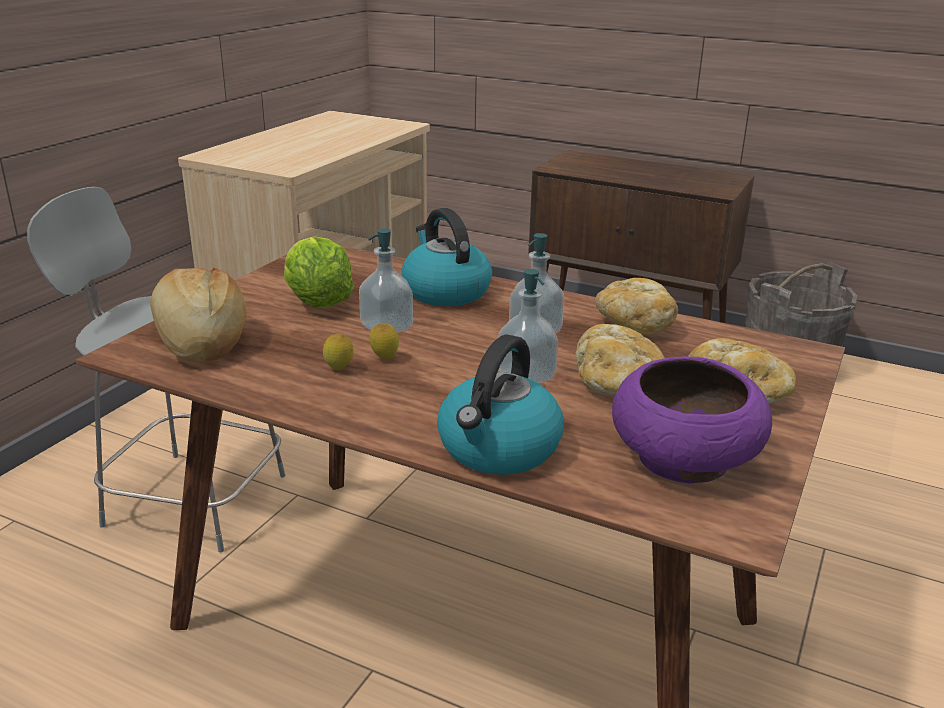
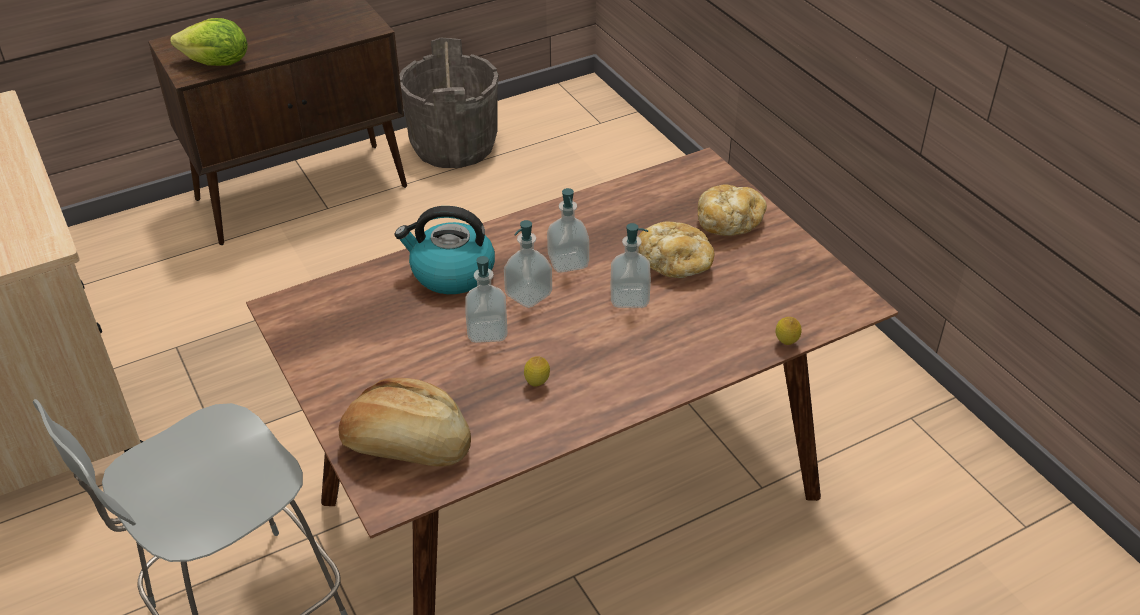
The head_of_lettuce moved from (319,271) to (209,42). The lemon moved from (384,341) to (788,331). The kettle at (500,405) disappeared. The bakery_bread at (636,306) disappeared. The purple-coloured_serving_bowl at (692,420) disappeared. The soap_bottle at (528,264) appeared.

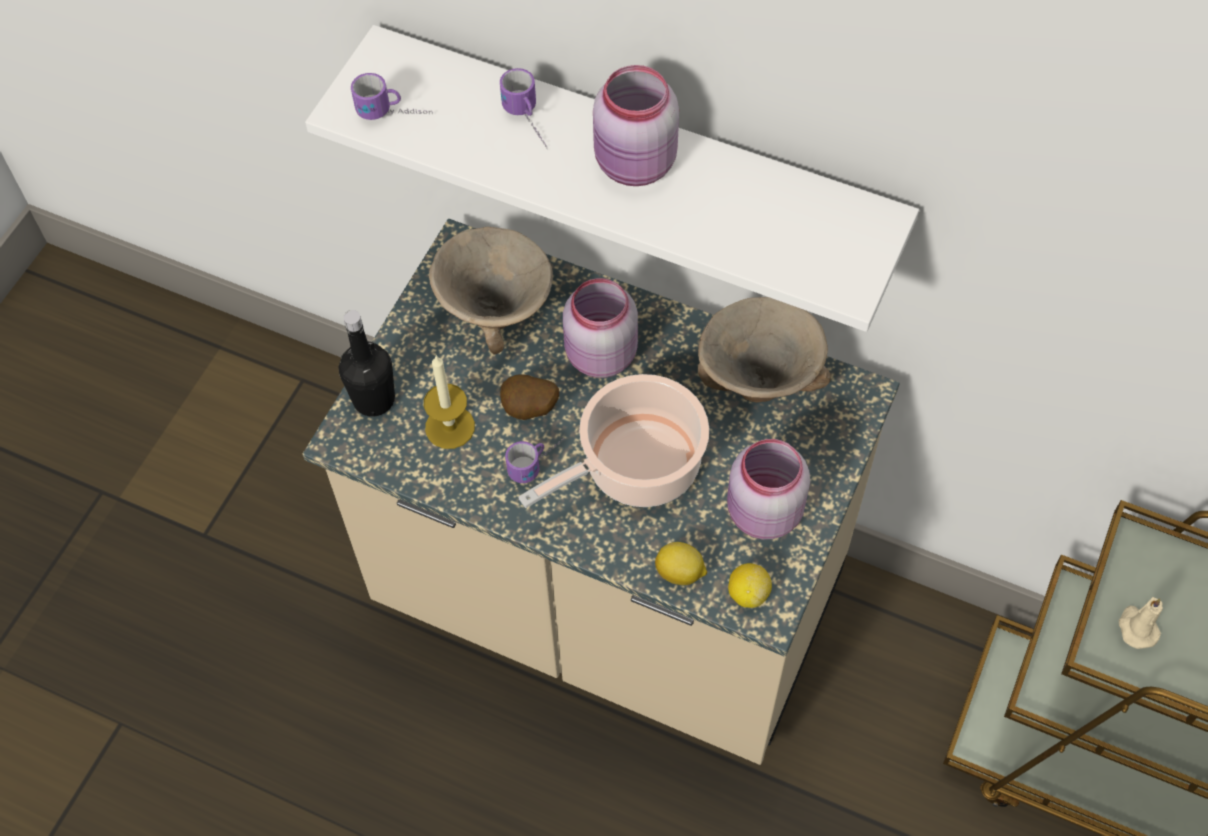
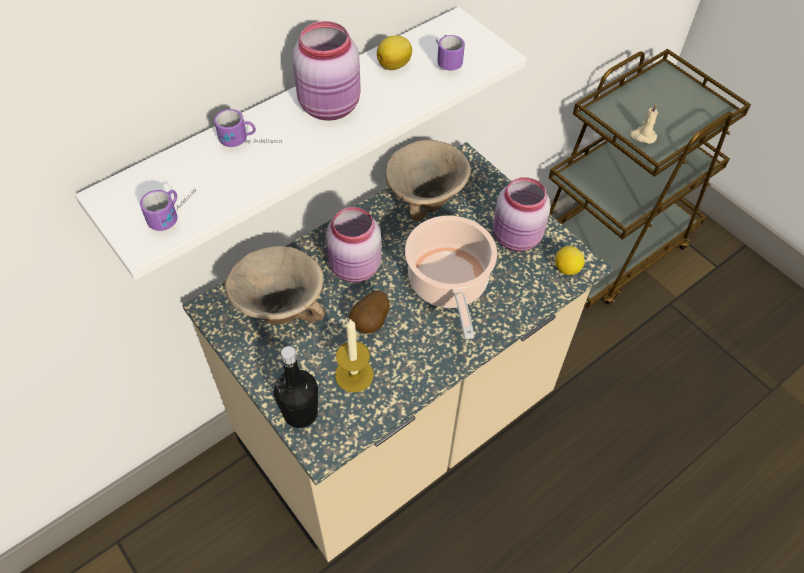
The mug moved from (534,460) to (450,53). The lemon moved from (681,563) to (394,52).

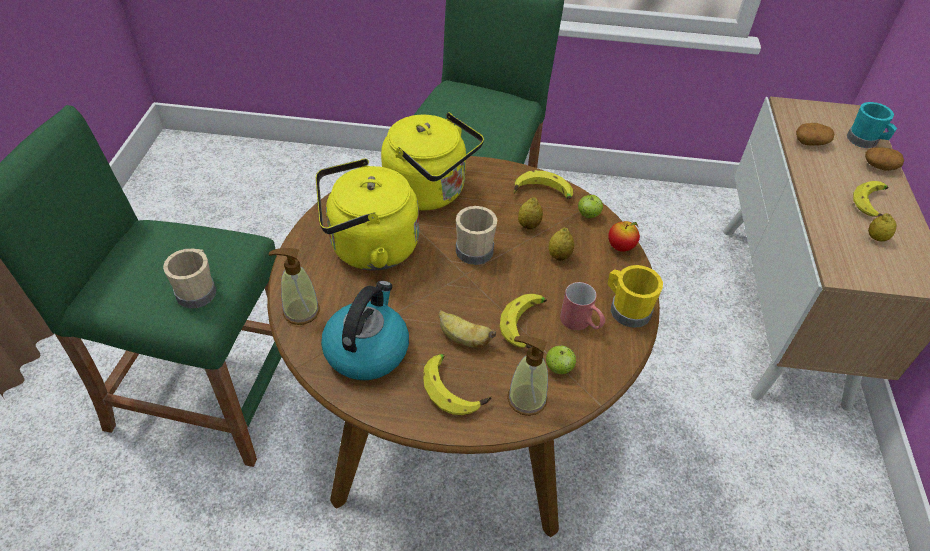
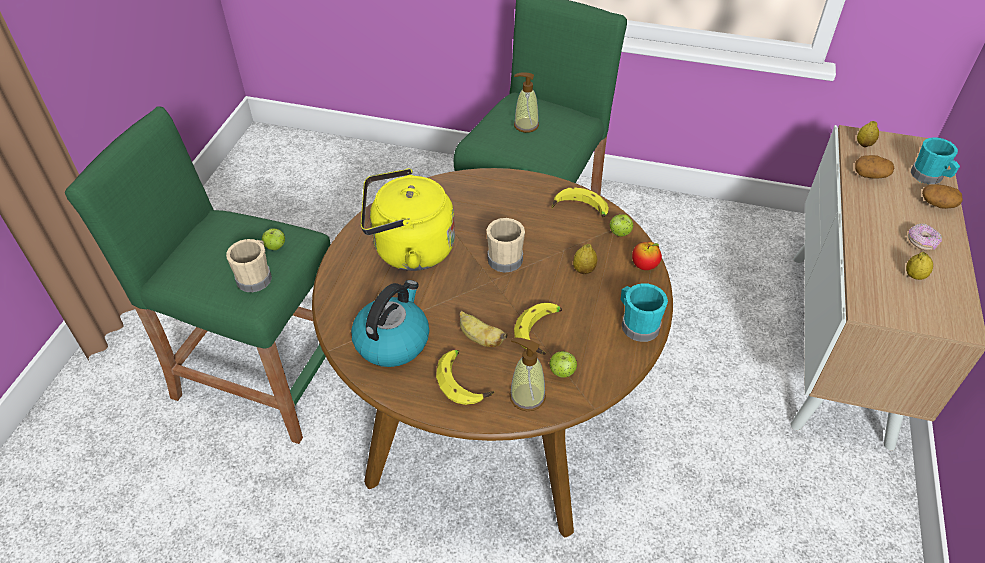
The soap_bottle moved from (294,286) to (526,103). The yellowish_kettle at (432,161) disappeared. The lemon moved from (530,213) to (868,134). The red_mug at (582,306) disappeared. The yellowish_mug at (635,296) became the turquoise_mug at (644,312). The whole_banana at (870,199) was replaced by the ring_doughnut at (925,236). The whole_apple at (273,239) appeared.

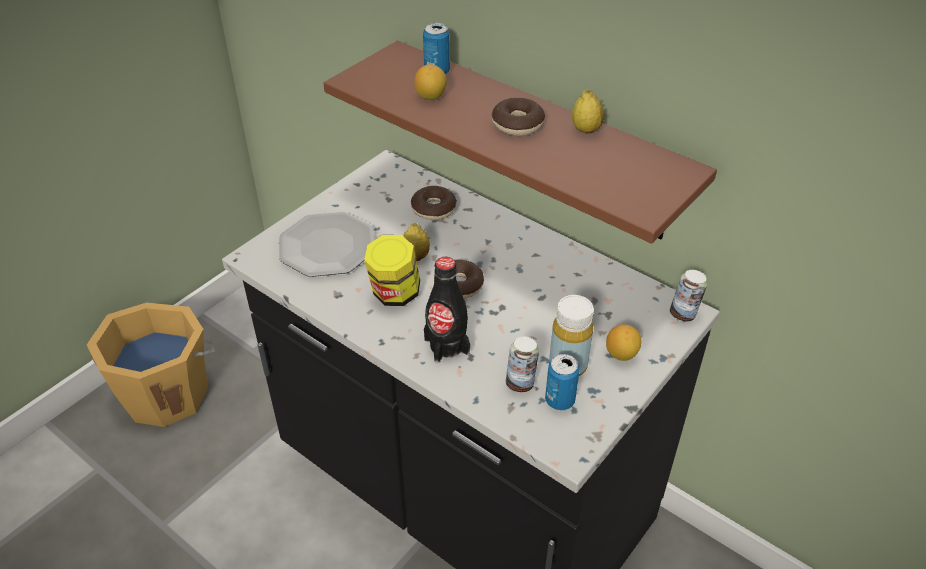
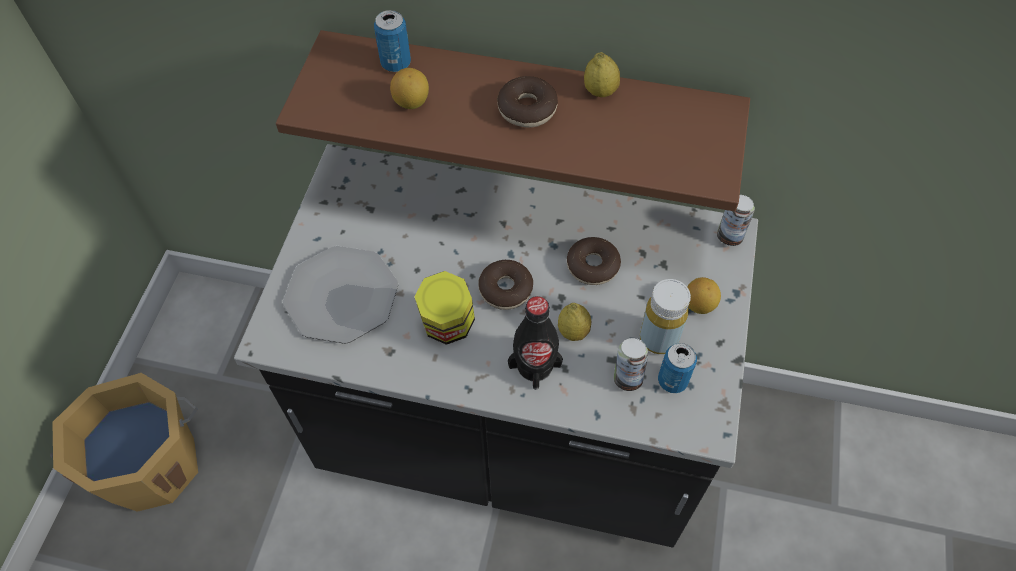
The lemon moved from (416,242) to (574,322). The ring_doughnut moved from (434,203) to (594,261).

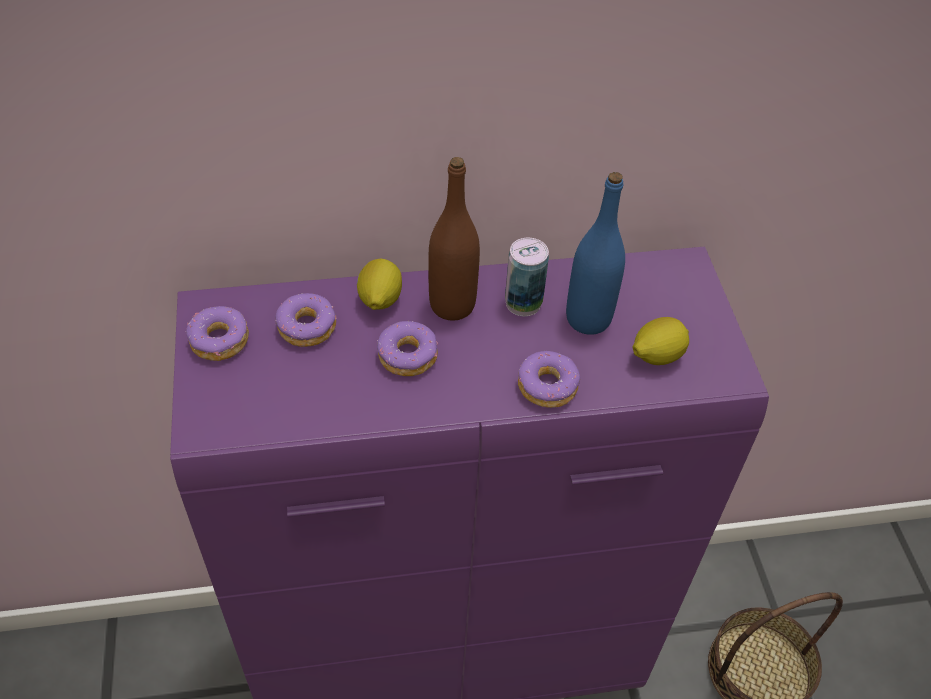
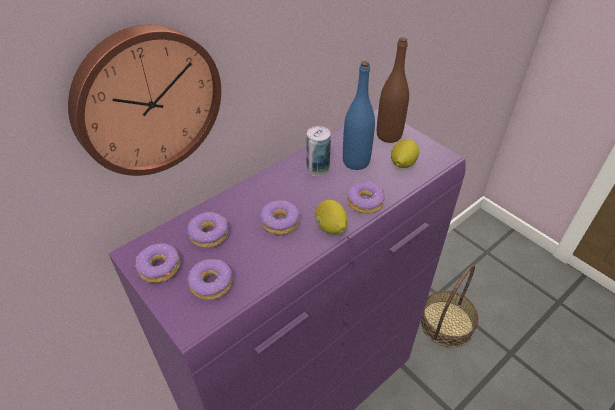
The lemon moved from (379,284) to (331,217). The brown-coloured_drink_bottle moved from (454,239) to (393,90). The hanging_clock at (144,100) appeared. The ring_doughnut at (210,279) appeared.

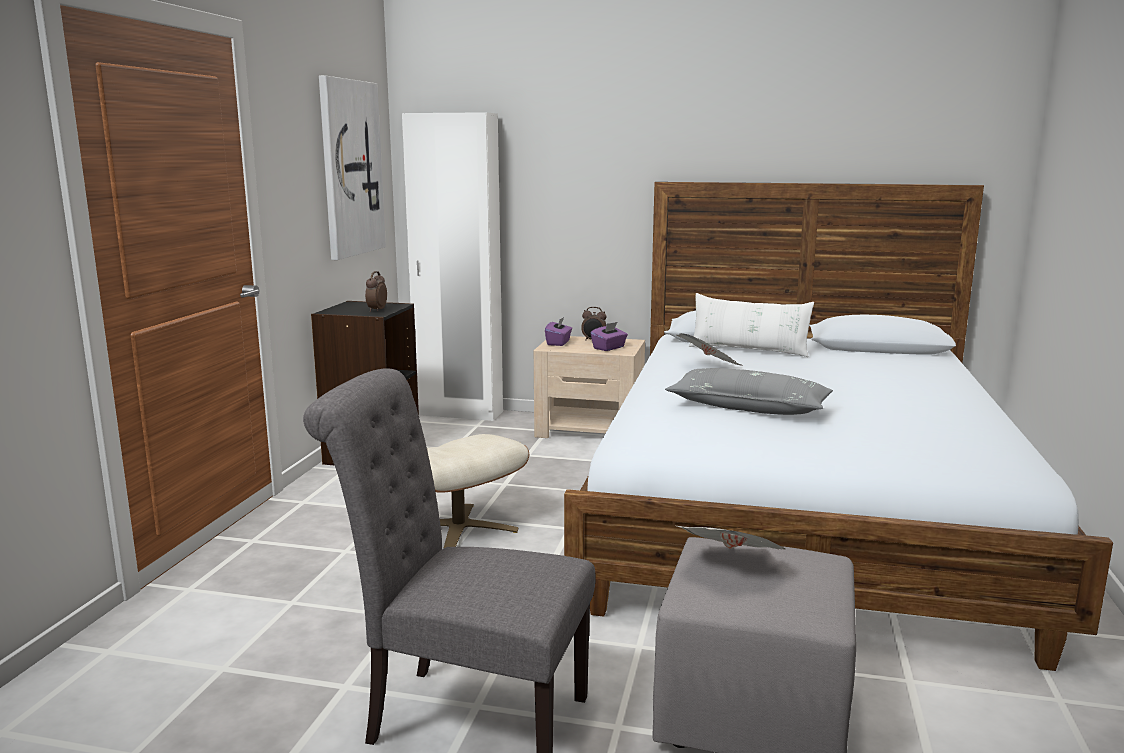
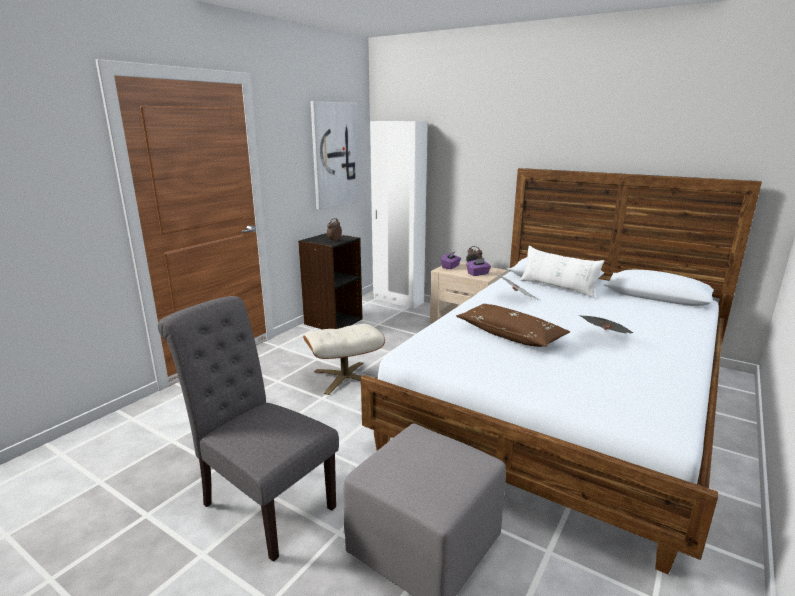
The grey_cushion at (749,391) became the brown-coloured_cushion at (513,325). The newspaper moved from (731,538) to (606,324).

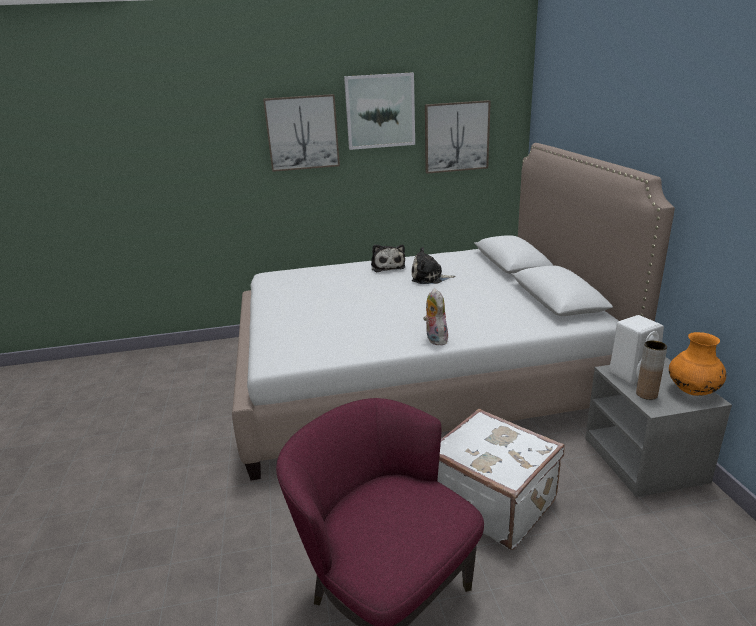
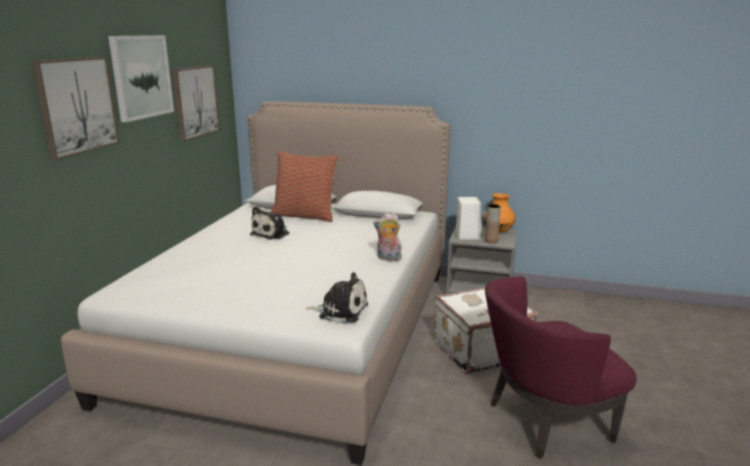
The plush_toy moved from (388,258) to (337,297). The cushion at (305,186) appeared.

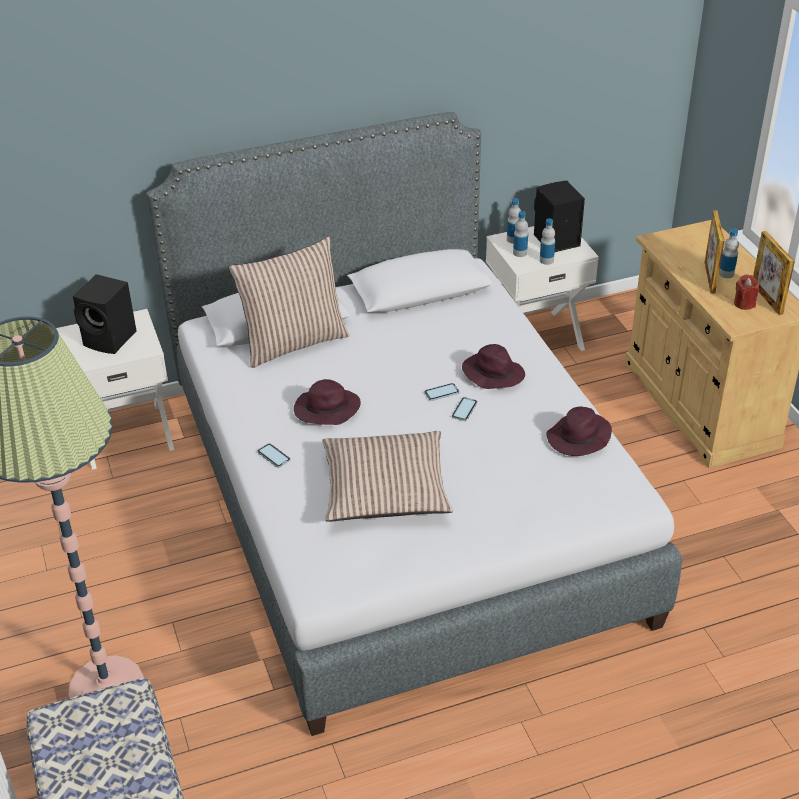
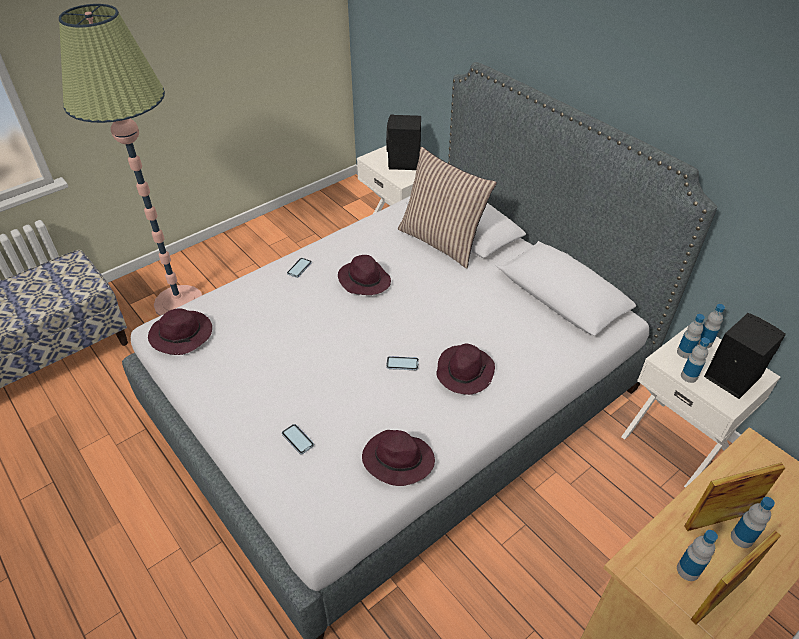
The cushion at (387,476) disappeared. The phone moved from (442,392) to (298,439). The red_wax_light at (746,292) was replaced by the drink_bottle at (697,555). The purple-coloured_wearable_hat at (180,331) appeared.

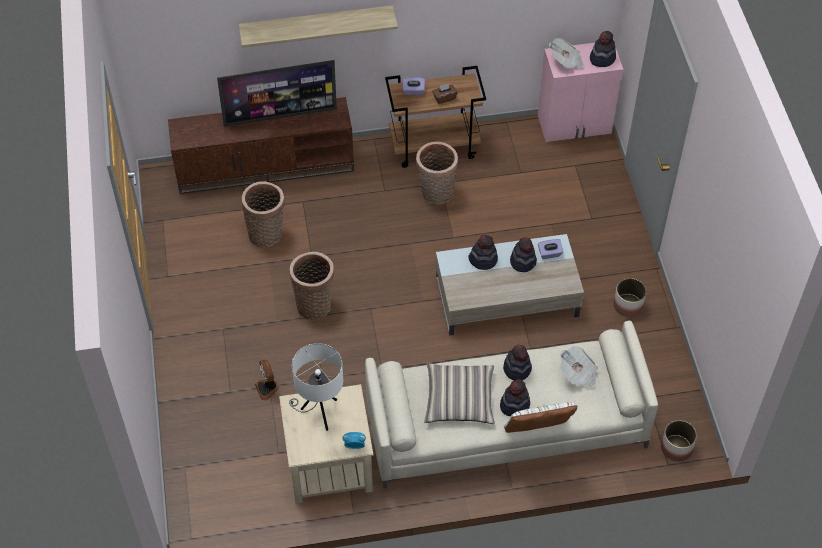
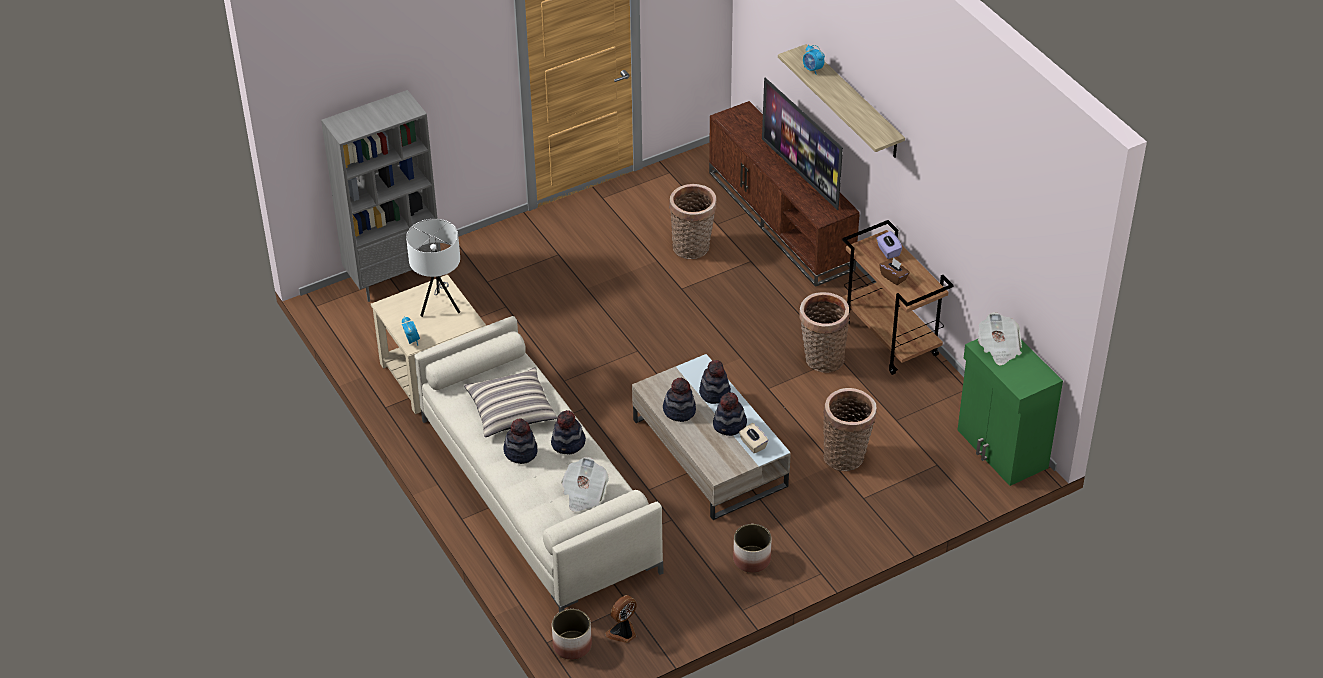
The electric_fan moved from (267,380) to (621,619). The household_basket moved from (312,286) to (850,429). The whitish_cushion at (540,417) disappeared. The pink-coloured_storage_cabinet at (580,92) became the greenish_storage_cabinet at (1010,412). The purple-coloured_tissue_holder at (550,249) became the sand-coloured_tissue_holder at (753,438). The wearable_hat moved from (603,49) to (679,400). The grey_shelving_unit at (381,196) appeared. The bedside_clock at (814,60) appeared.

